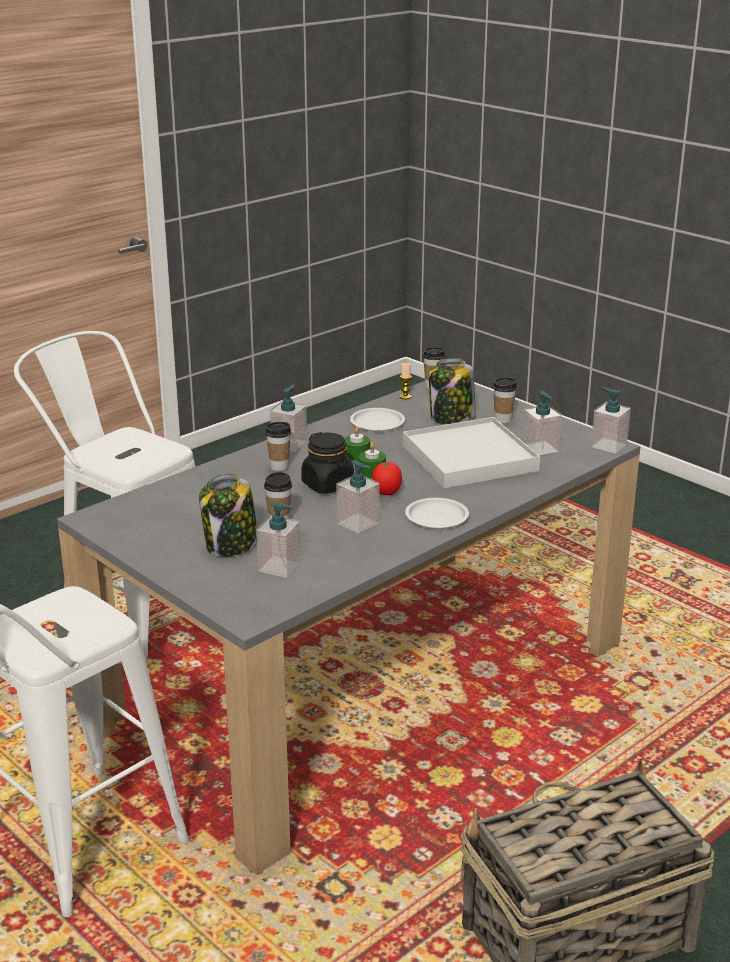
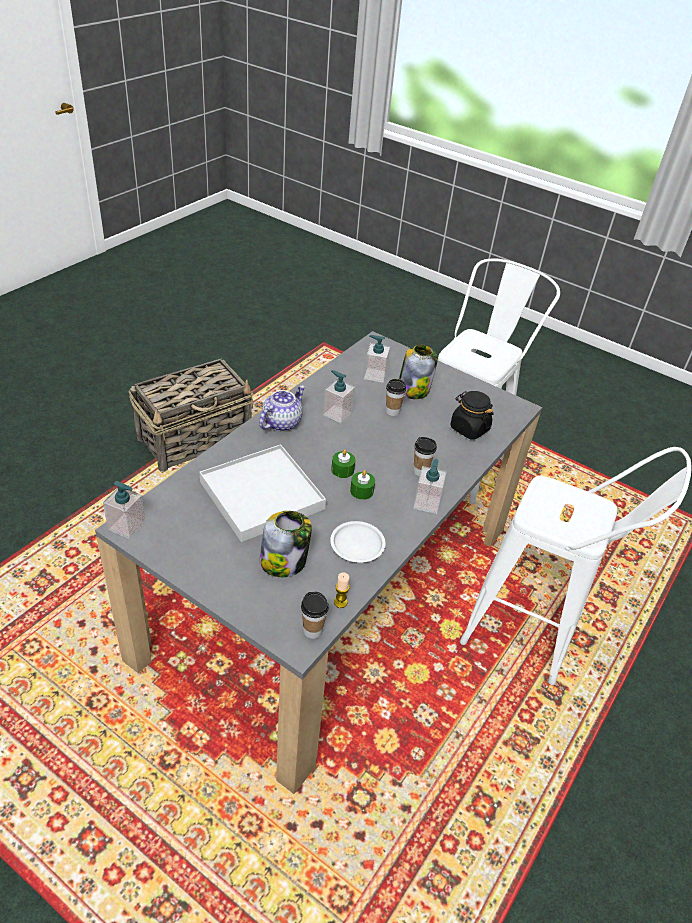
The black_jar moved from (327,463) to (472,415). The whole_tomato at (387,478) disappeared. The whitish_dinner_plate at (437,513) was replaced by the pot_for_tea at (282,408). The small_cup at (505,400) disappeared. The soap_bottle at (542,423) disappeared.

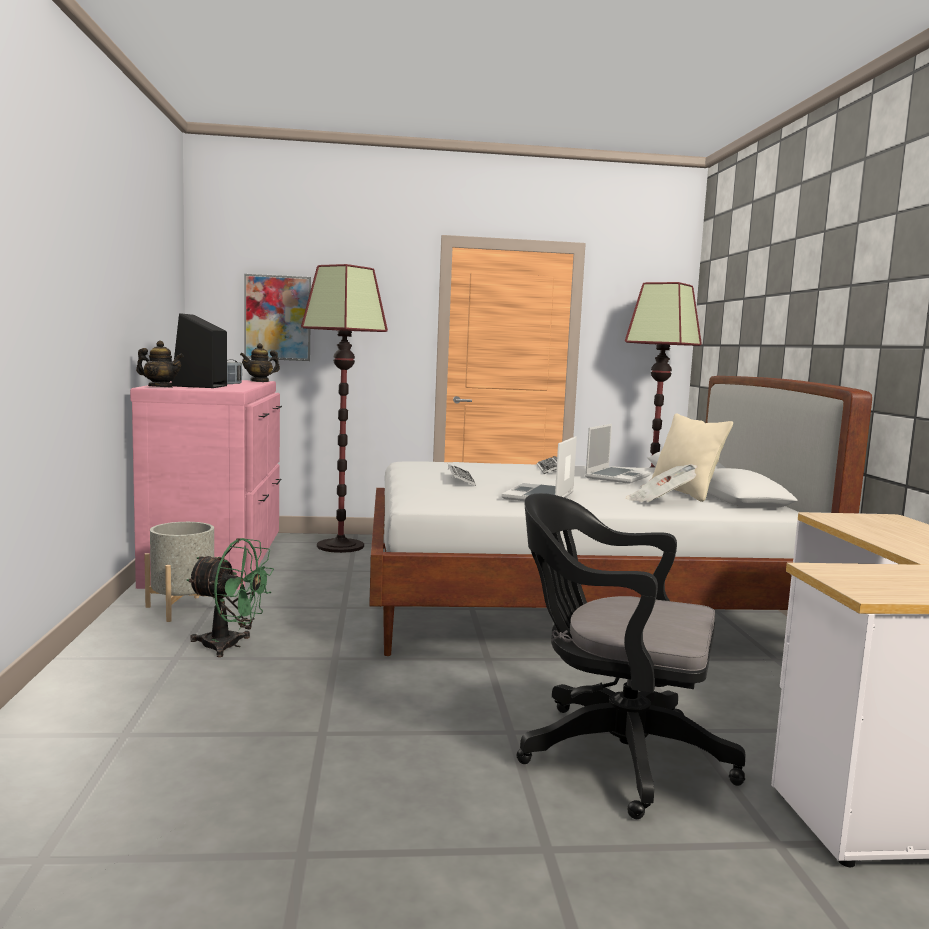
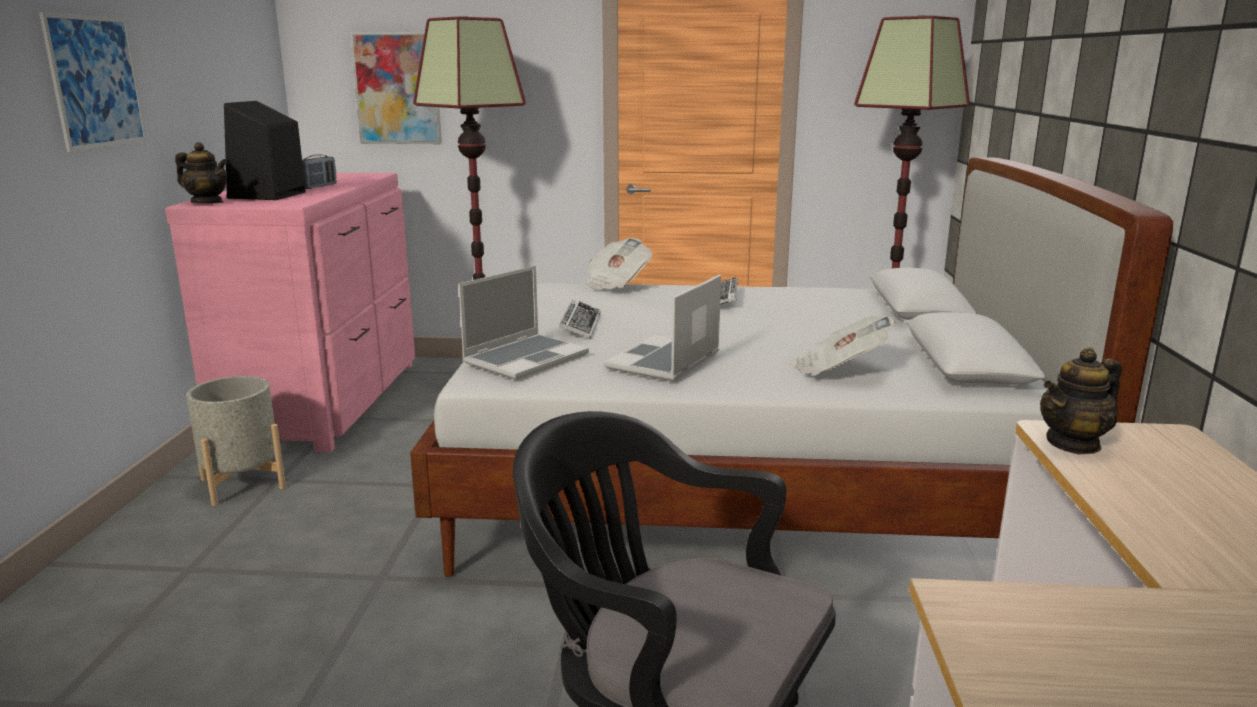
The greenish_electric_fan at (230,597) disappeared. The pot_for_tea moved from (260,362) to (1081,401). The notebook_computer moved from (618,454) to (524,323). The sand-coloured_cushion at (692,457) disappeared. The picture at (93,82) appeared. The newspaper at (618,264) appeared.

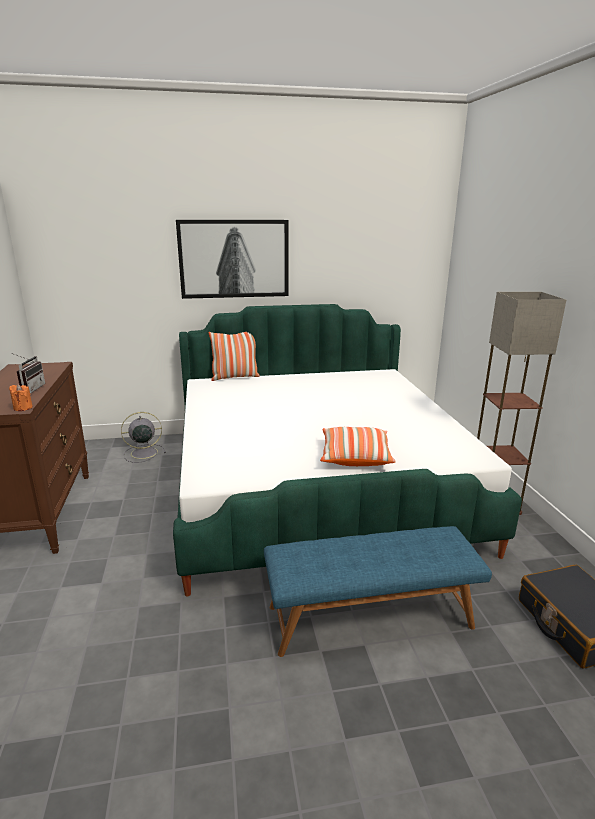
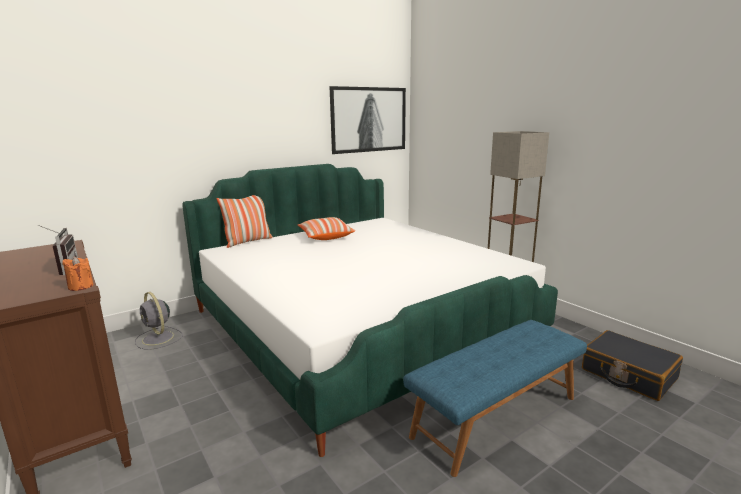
The grey_electric_fan at (143,437) turned 90 degrees counterclockwise. The picture moved from (232,259) to (367,120). The cushion moved from (358,446) to (326,228).

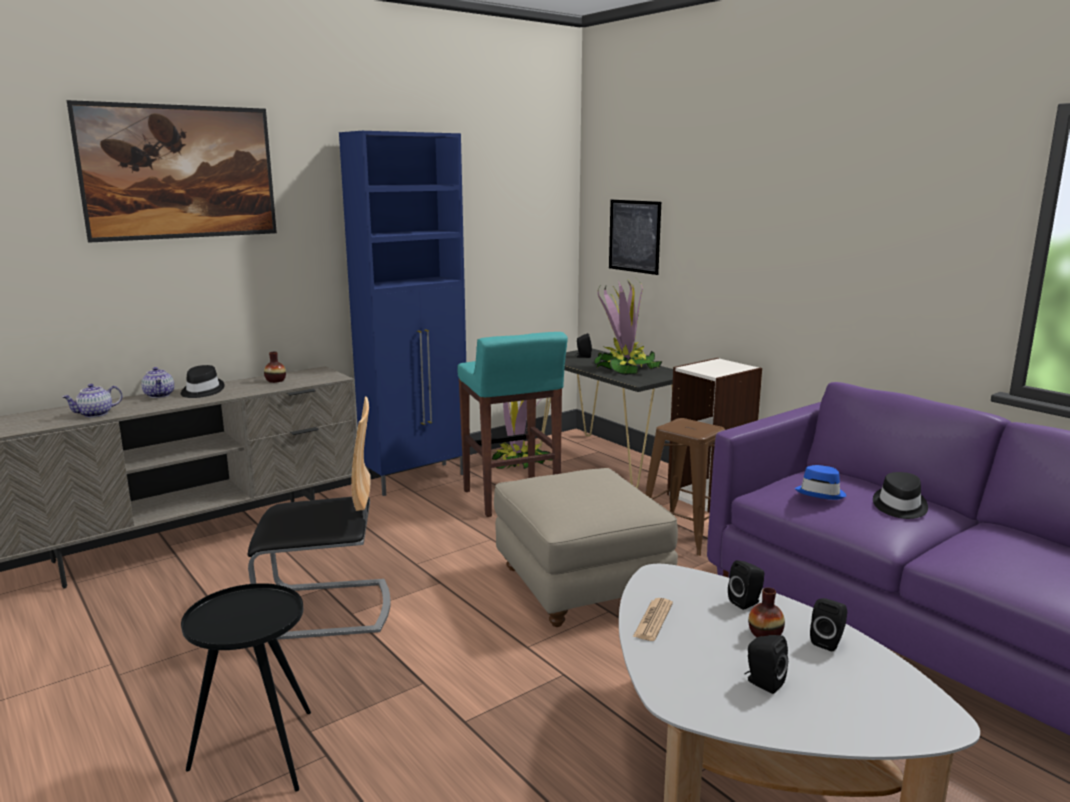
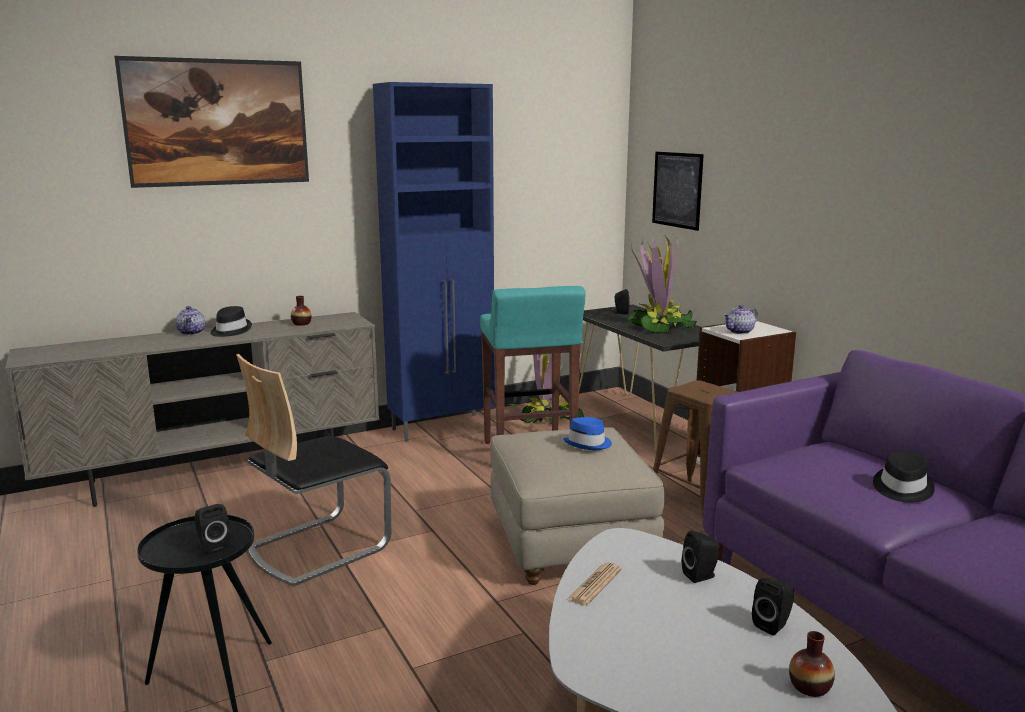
The pot_for_tea moved from (92,400) to (741,319). The chair at (319,518) turned 135 degrees clockwise. The black_audio_speaker moved from (766,664) to (212,529). The flower_vase moved from (766,612) to (812,664). The bluish_wearable_hat moved from (820,482) to (587,433).

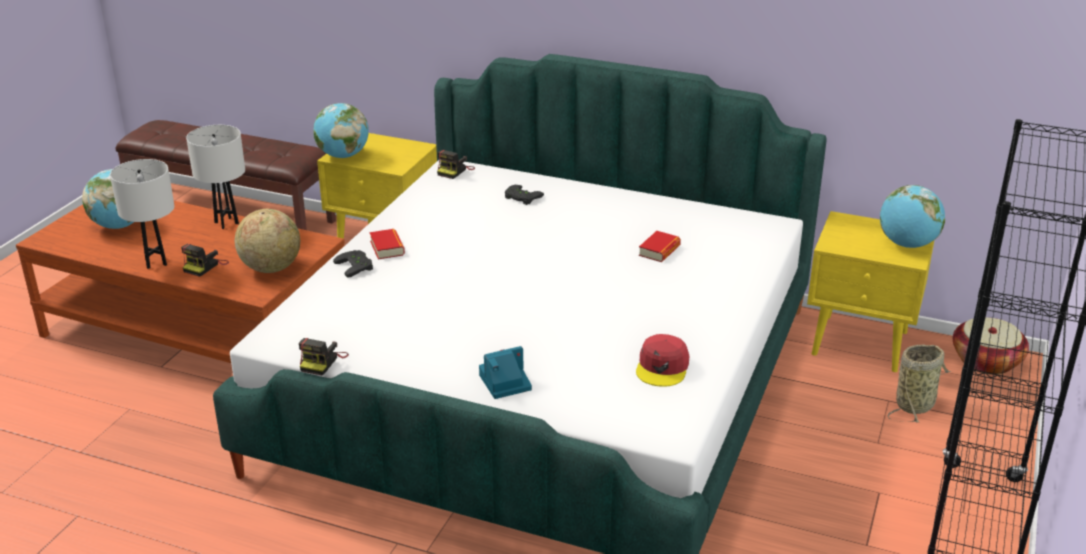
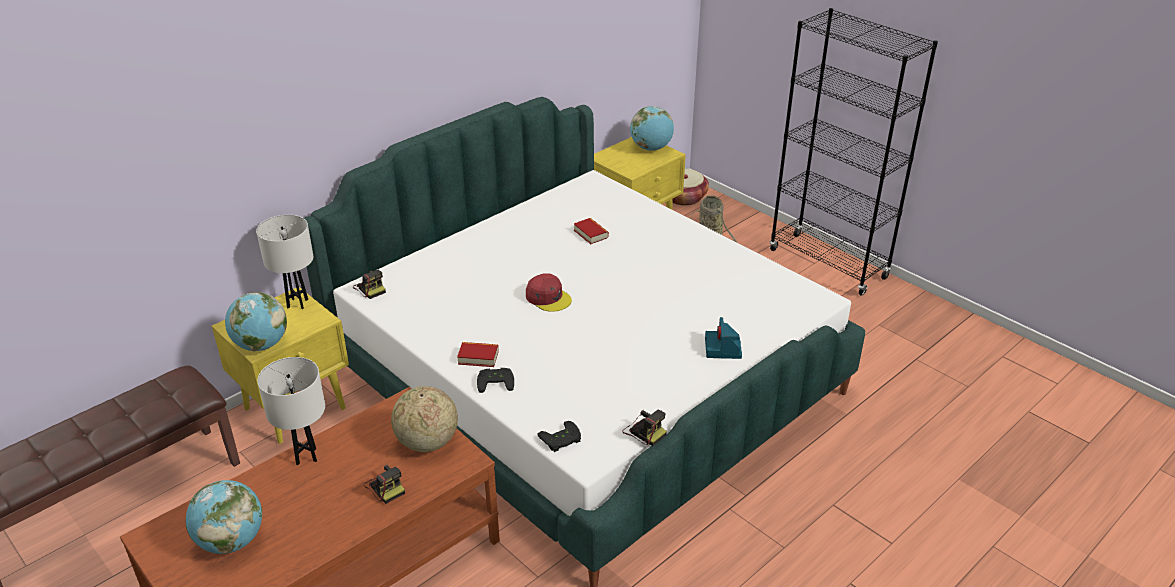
The whitish_table_lamp moved from (142,214) to (284,262). The black_joypad moved from (524,195) to (559,436). The red_baseball_cap moved from (662,360) to (549,292).

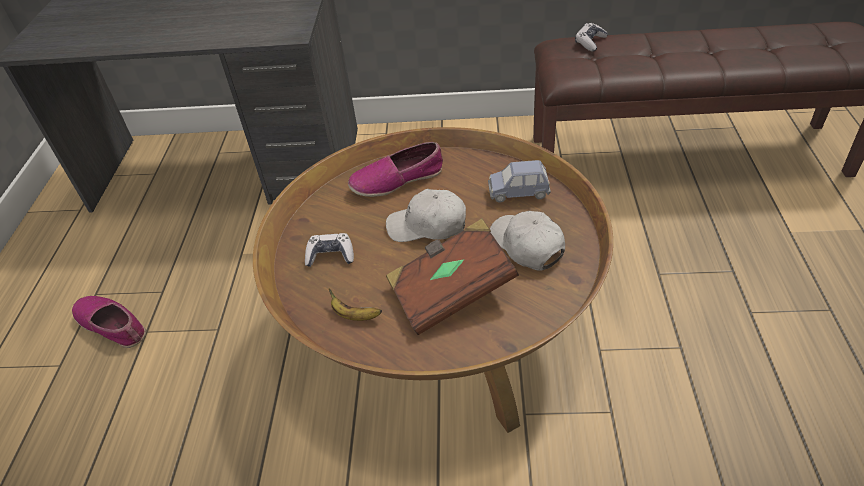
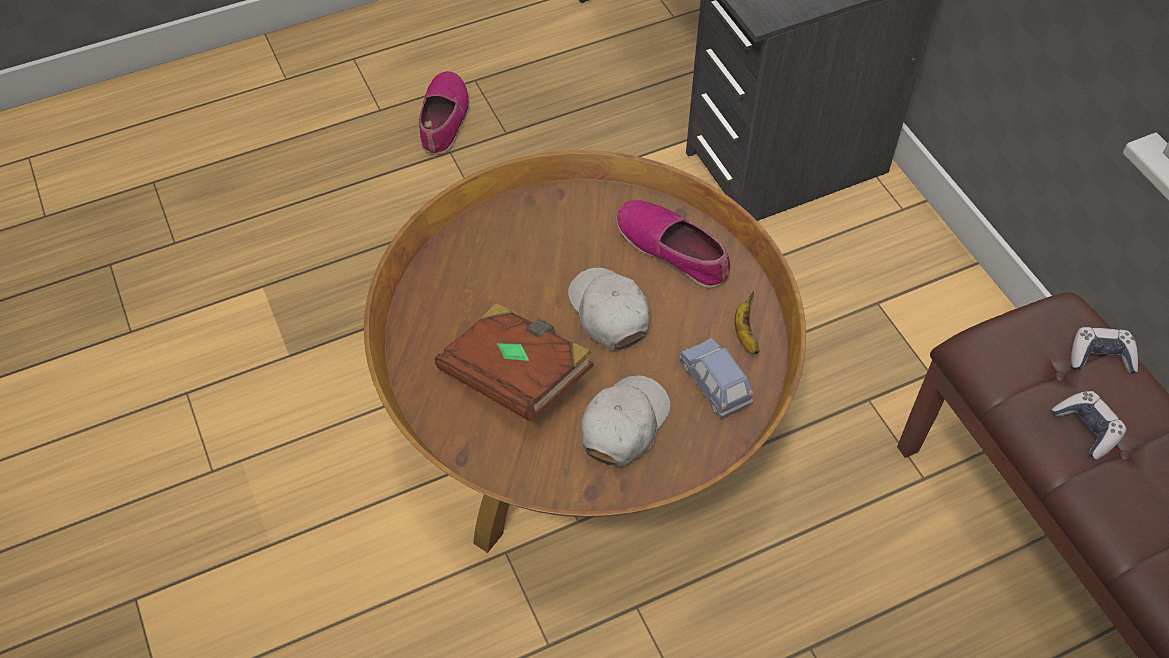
The joypad moved from (329,250) to (1089,425). The whole_banana moved from (355,305) to (746,322).

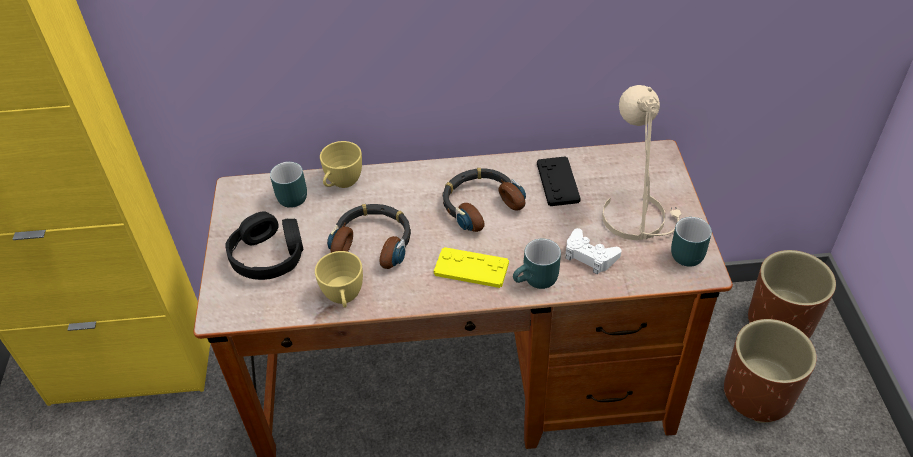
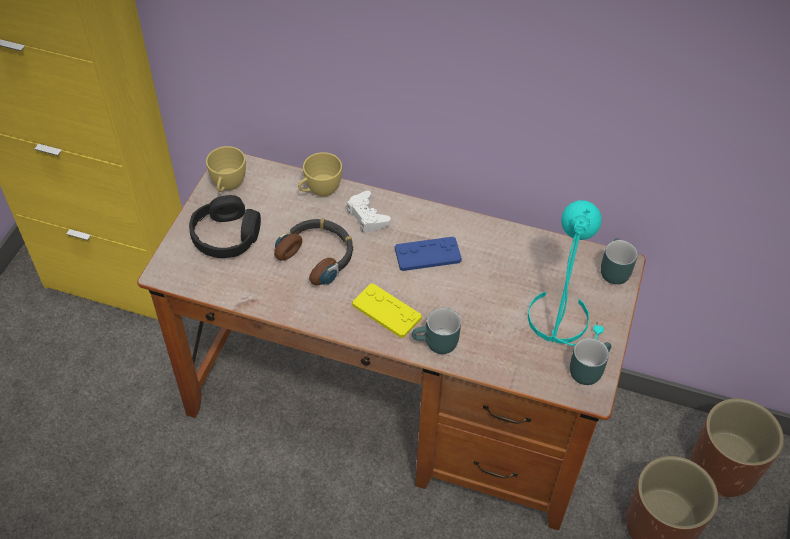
The turquoise_mug moved from (288,185) to (619,261). The yellowish_small_cup moved from (339,279) to (226,169). The headset at (484,200) was replaced by the bluish_joypad at (428,253). The black_joypad at (559,181) disappeared. The whitish_joypad moved from (593,251) to (369,212). The sand-coloured_table_lamp at (642,162) became the turquoise_table_lamp at (566,273).

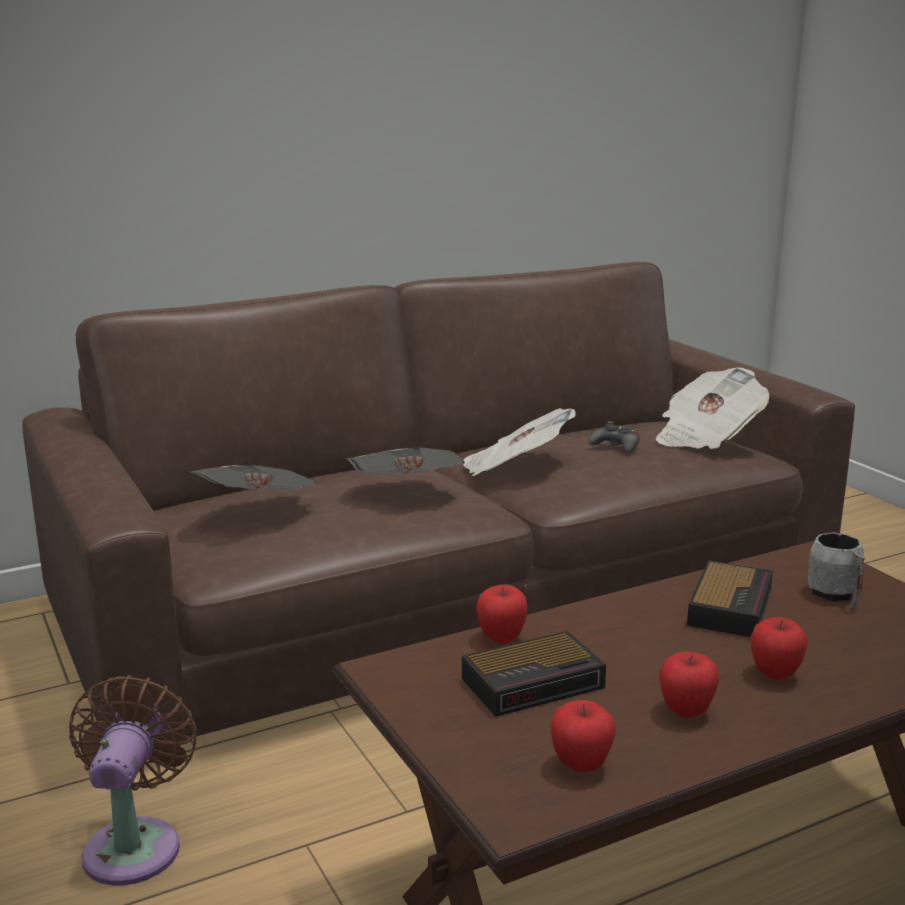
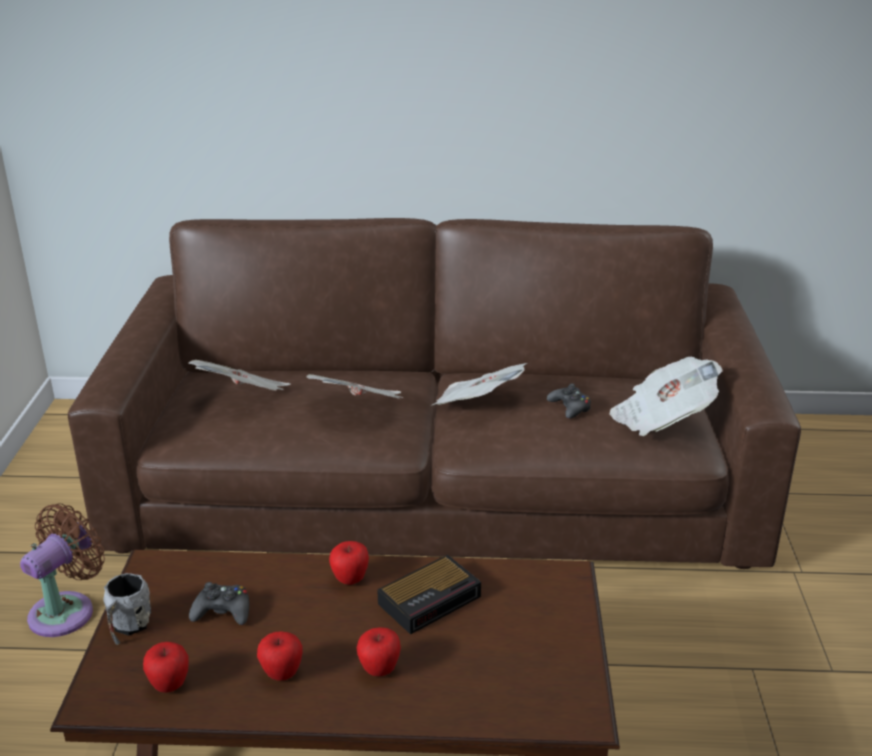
The bedside_clock at (534,674) was replaced by the black_joypad at (219,603). The whole_apple moved from (502,613) to (349,563). The grey_mug moved from (836,570) to (127,609).

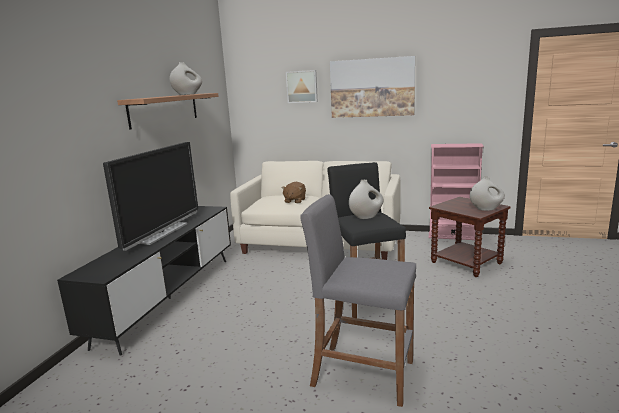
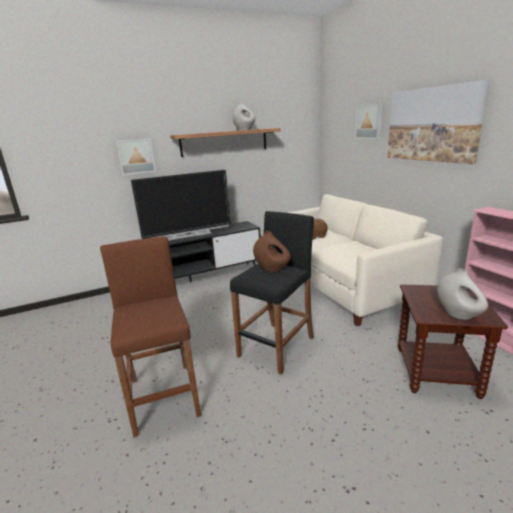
The grey_sitting_stool at (358,300) became the brown-coloured_sitting_stool at (150,336). The whitish_flower_vase at (366,199) became the brown-coloured_flower_vase at (272,251). The picture at (136,156) appeared.

